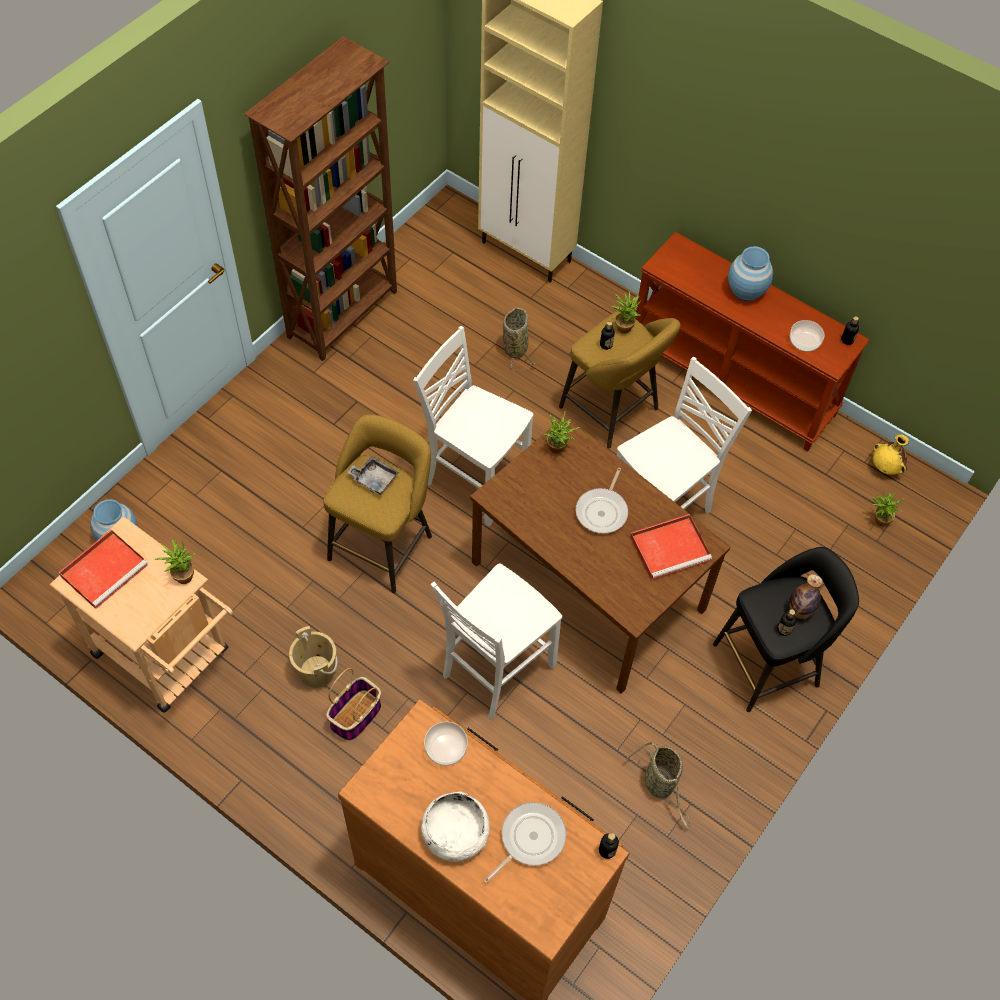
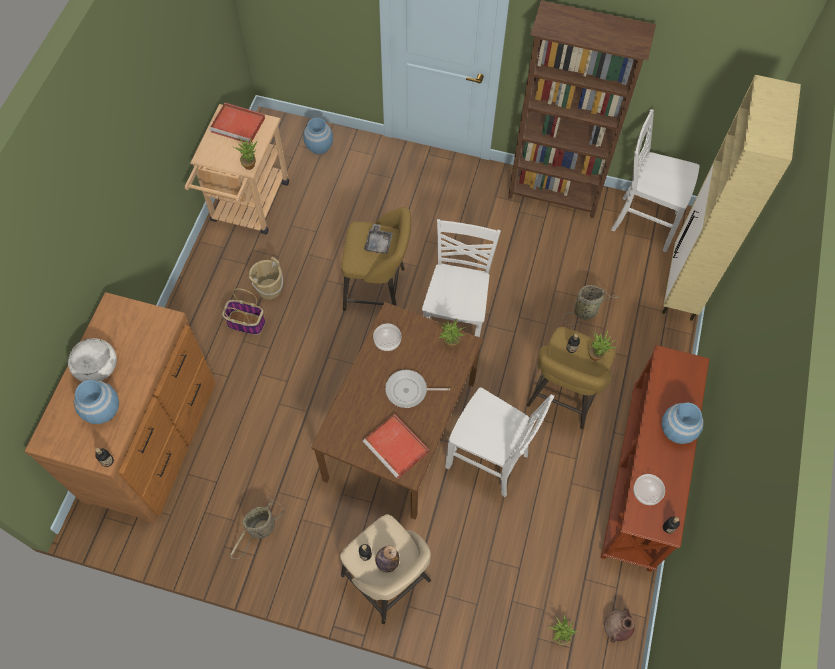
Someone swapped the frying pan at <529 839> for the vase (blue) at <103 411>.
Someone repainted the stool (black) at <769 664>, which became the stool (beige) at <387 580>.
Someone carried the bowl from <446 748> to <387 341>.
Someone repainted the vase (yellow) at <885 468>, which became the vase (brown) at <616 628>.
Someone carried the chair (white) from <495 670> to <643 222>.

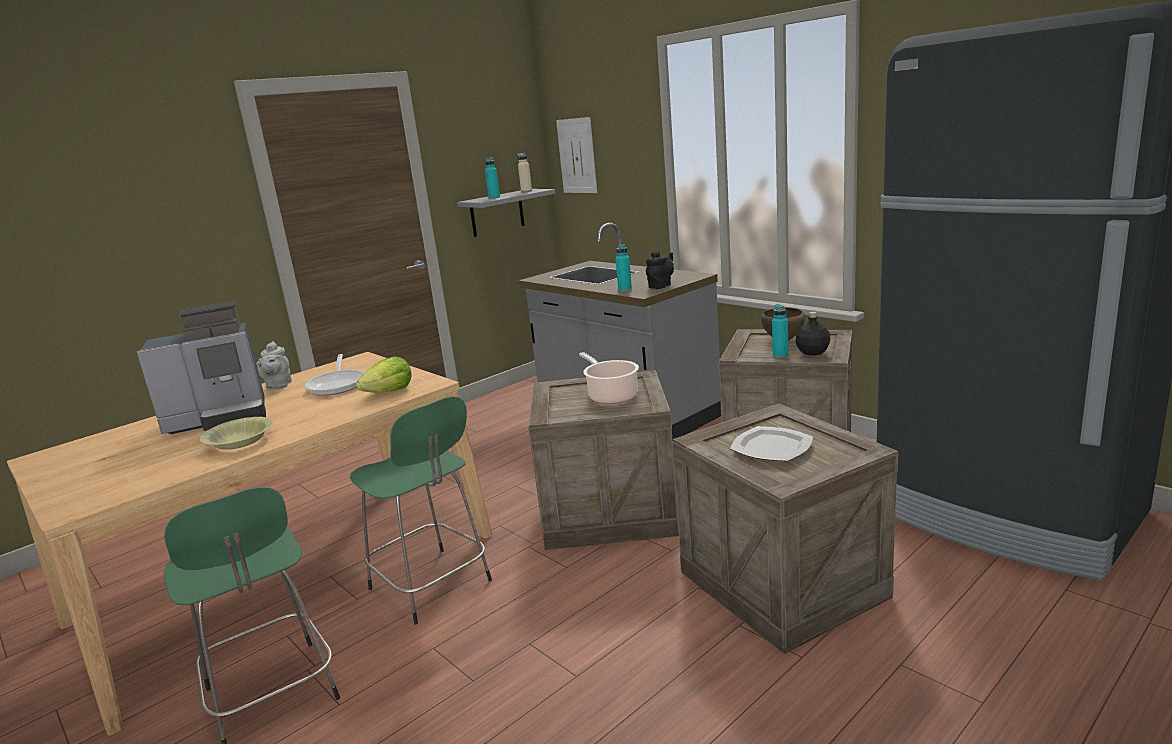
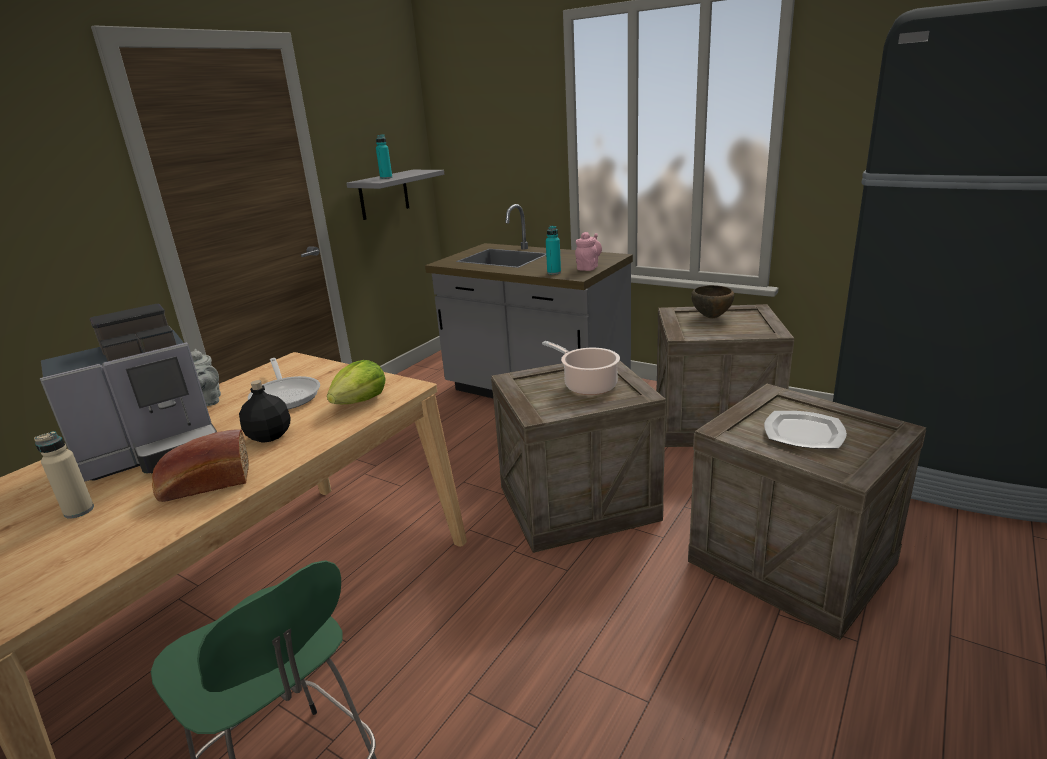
Someone carried the bottle (beige) from <526 191> to <79 511>.
Someone swapped the bowl (yellow) at <240 442> for the bread at <203 484>.
Someone carried the bottle (black) from <812 352> to <269 435>.
Someone repainted the teapot (black) at <661 286>, which became the teapot (pink) at <588 267>.
Someone took away the stool (green) at <432 586>.
Someone took away the picture at <577 156>.
Someone took away the bottle (turquoise) at <780 355>.

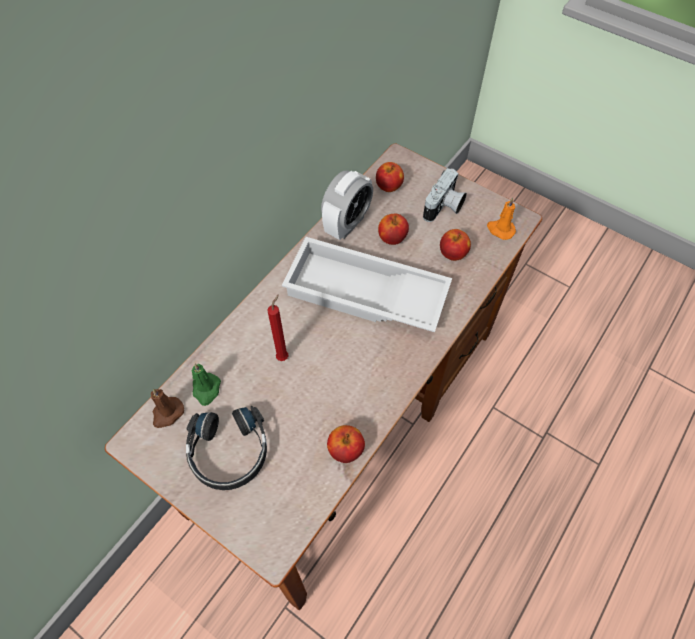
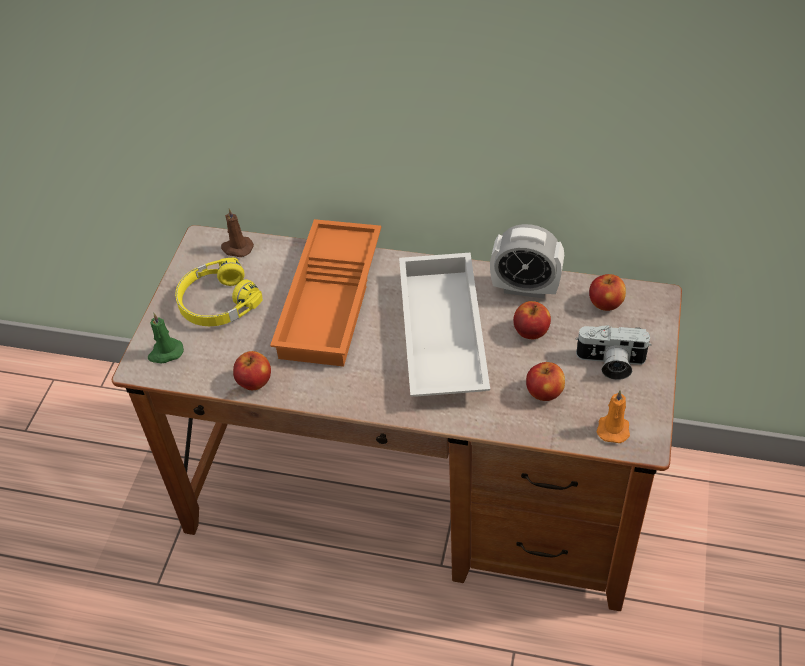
Someone carried the candle (green) from <206 390> to <165 353>.
Someone repainted the headphones (black) at <229 452>, which became the headphones (yellow) at <217 302>.
Someone swapped the candle (red) at <283 356> for the tray (orange) at <333 300>.

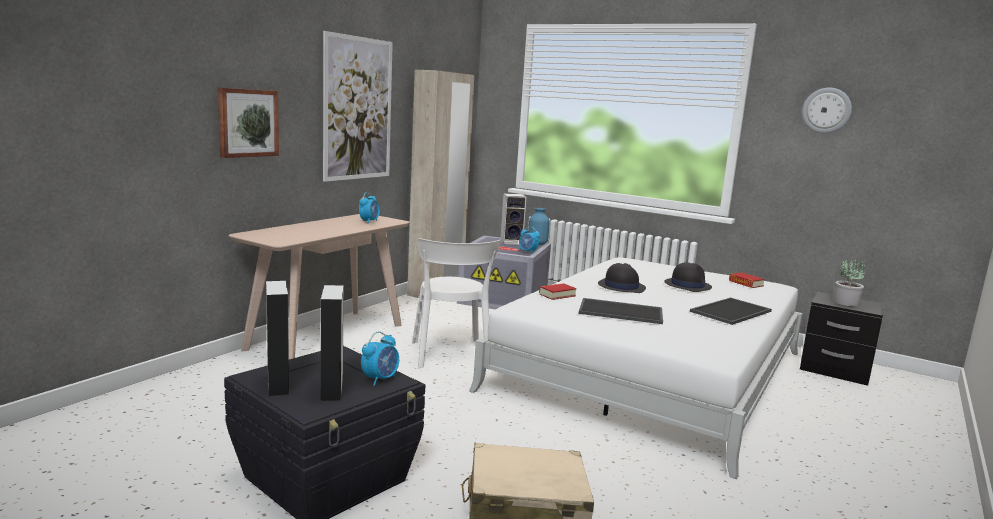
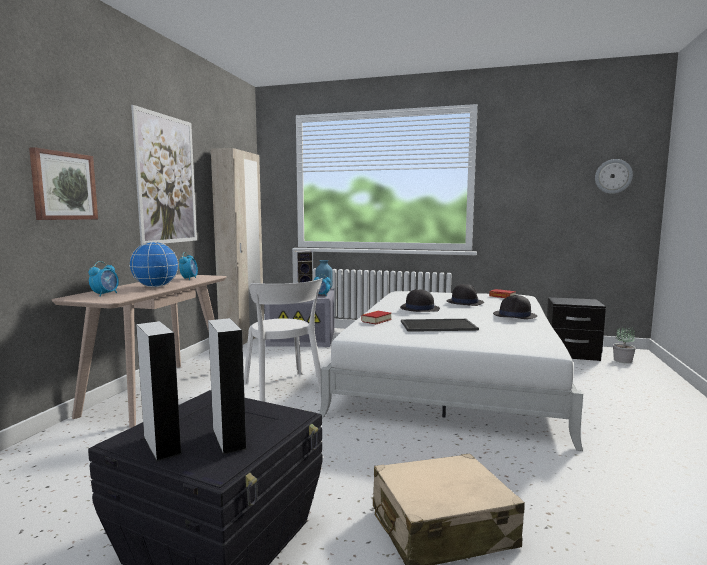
Someone carried the alarm clock from <380 379> to <105 294>.
Someone put down the globe at <155 287>.
Someone swapped the tray at <731 312> for the hat (black) at <514 316>.
Someone carried the wall clock from <826 110> to <613 176>.
Someone carried the potted plant from <846 303> to <623 360>.

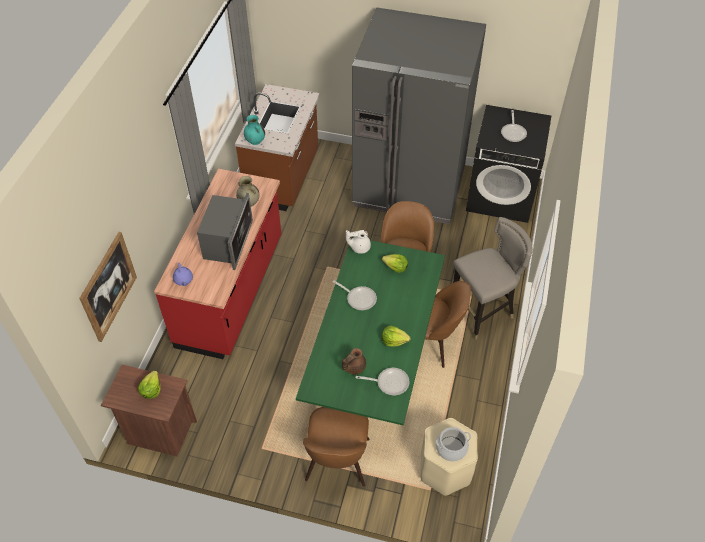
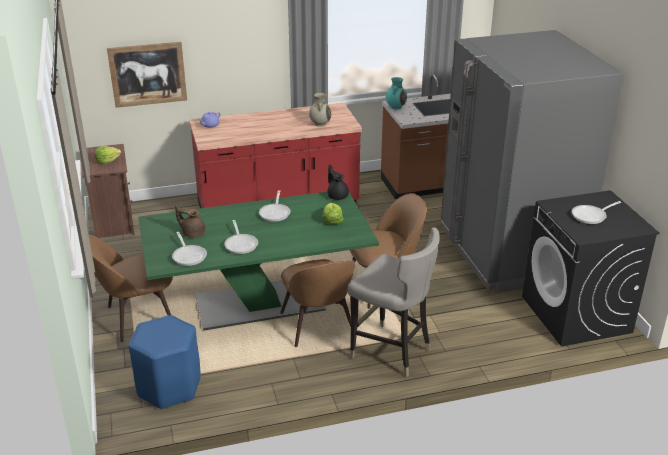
Someone repainted the stool (beige) at <445 469>, which became the stool (blue) at <169 387>.
Someone swapped the lettuce at <394 340> for the frying pan at <241 244>.
Someone repainted the teapot (white) at <359 247>, which became the teapot (black) at <337 195>.
Someone took away the microwave at <227 242>.
Someone took away the cooking pot at <451 448>.

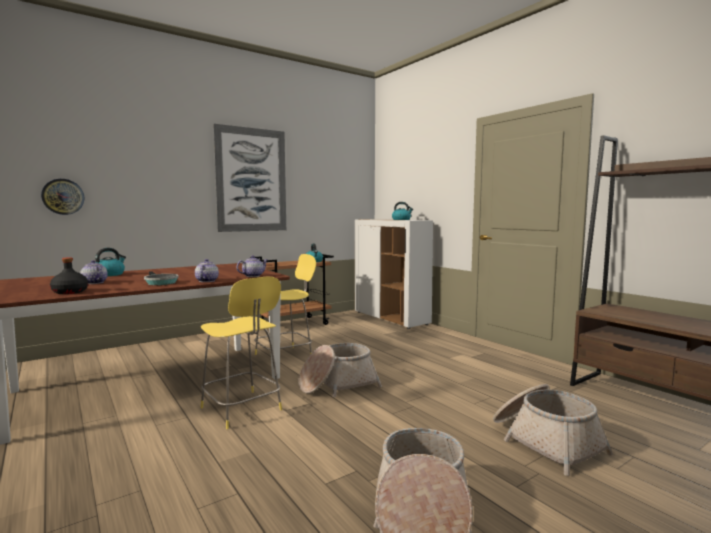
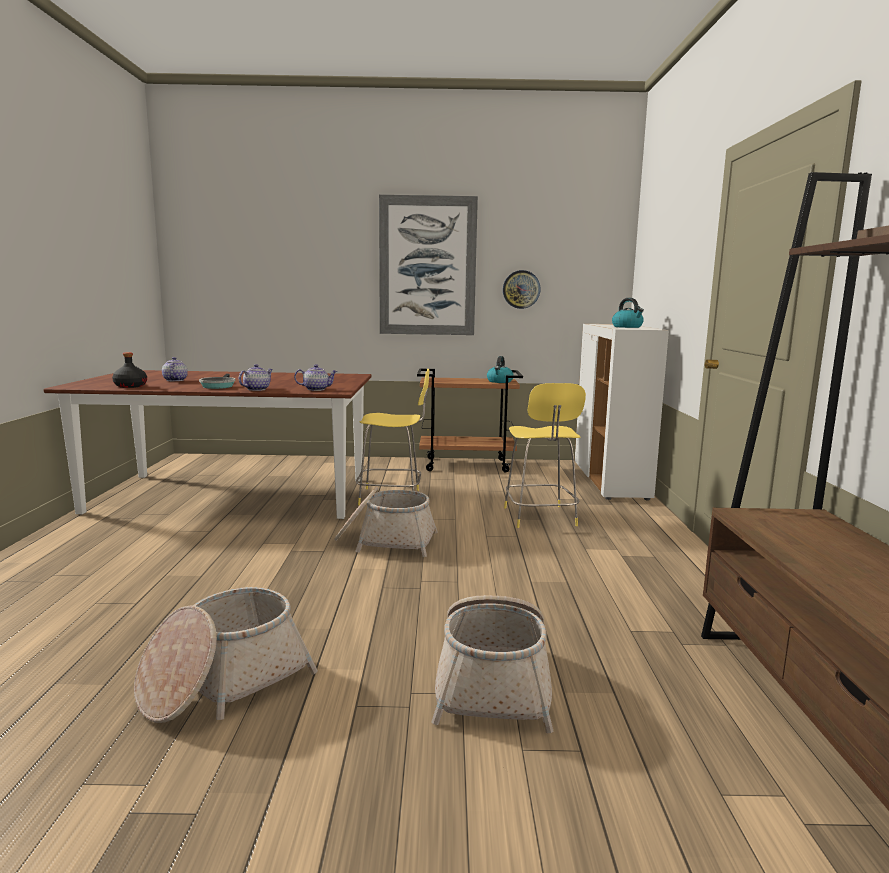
Someone carried the wall clock from <63 196> to <521 289>.
Someone carried the stool (yellow) from <242 410> to <540 517>.
Someone took away the kettle at <109 274>.

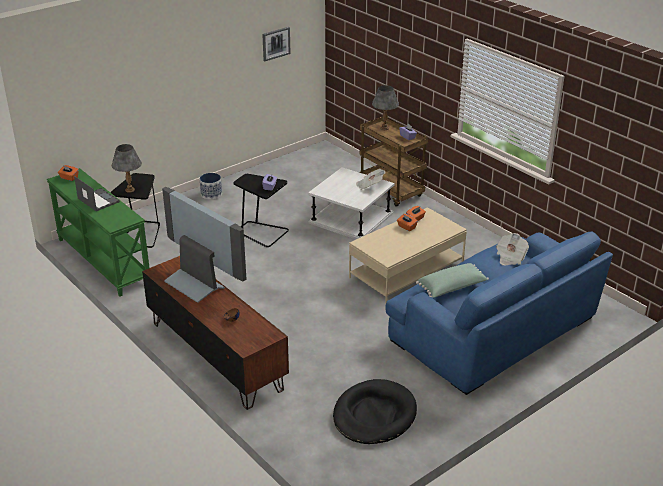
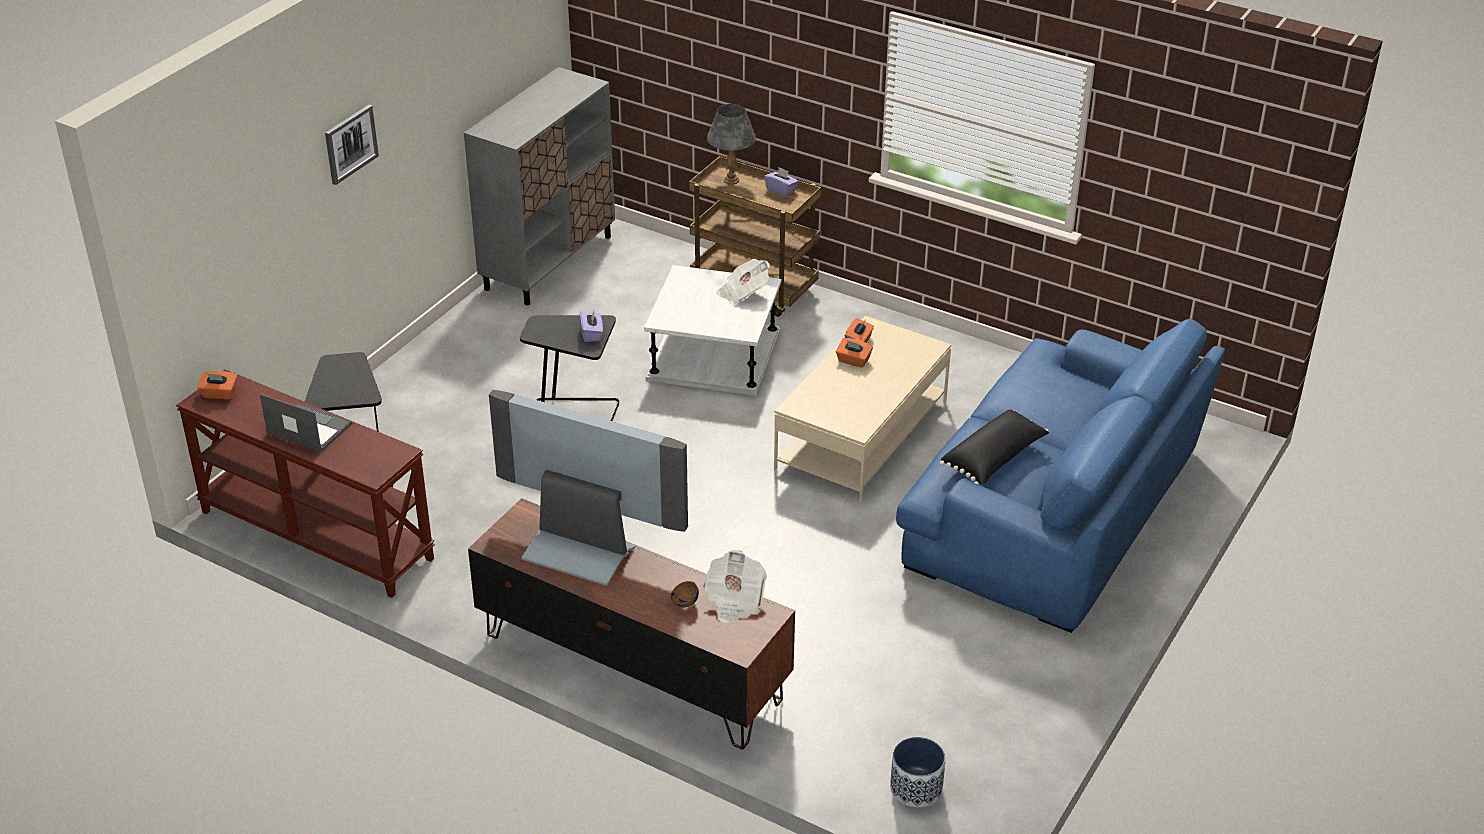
Someone repainted the console table (green) at <102 261>, which became the console table (brown) at <314 536>.
Someone carried the picture from <276 43> to <350 144>.
Someone put down the cabinet (grey) at <549 262>.
Someone carried the newspaper from <510 257> to <734 600>.
Someone carried the planter from <211 194> to <915 788>.
Someone repainted the pillow (green) at <452 288>, which became the pillow (black) at <994 459>.
Someone took away the table lamp (grey) at <130 190>.
Someone took away the dog bed (black) at <374 415>.

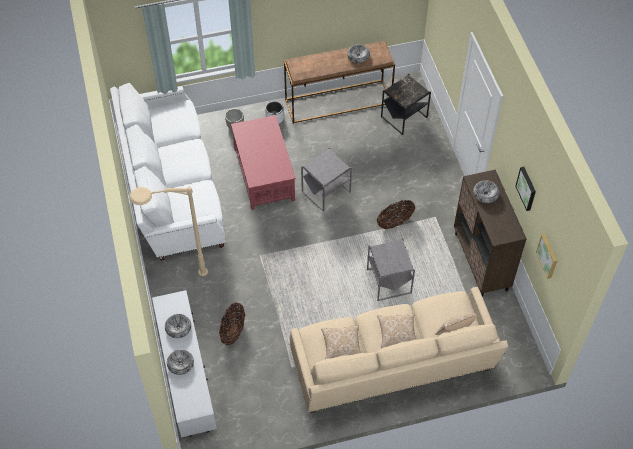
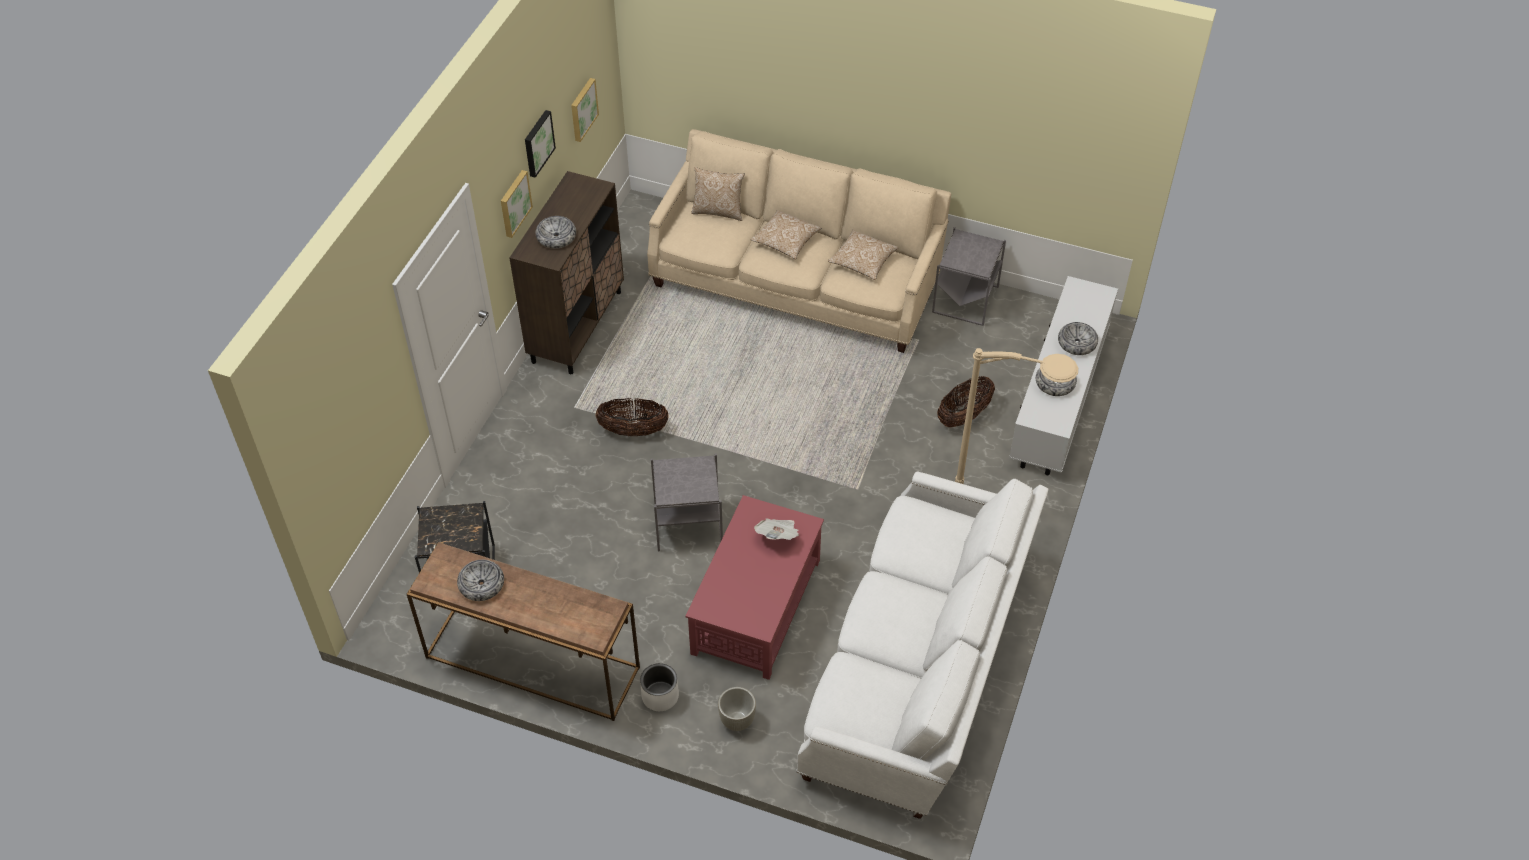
Someone put up the picture at <514 203>.
Someone put down the newspaper at <778 536>.
Someone carried the side table (grey) from <388 281> to <966 299>.

